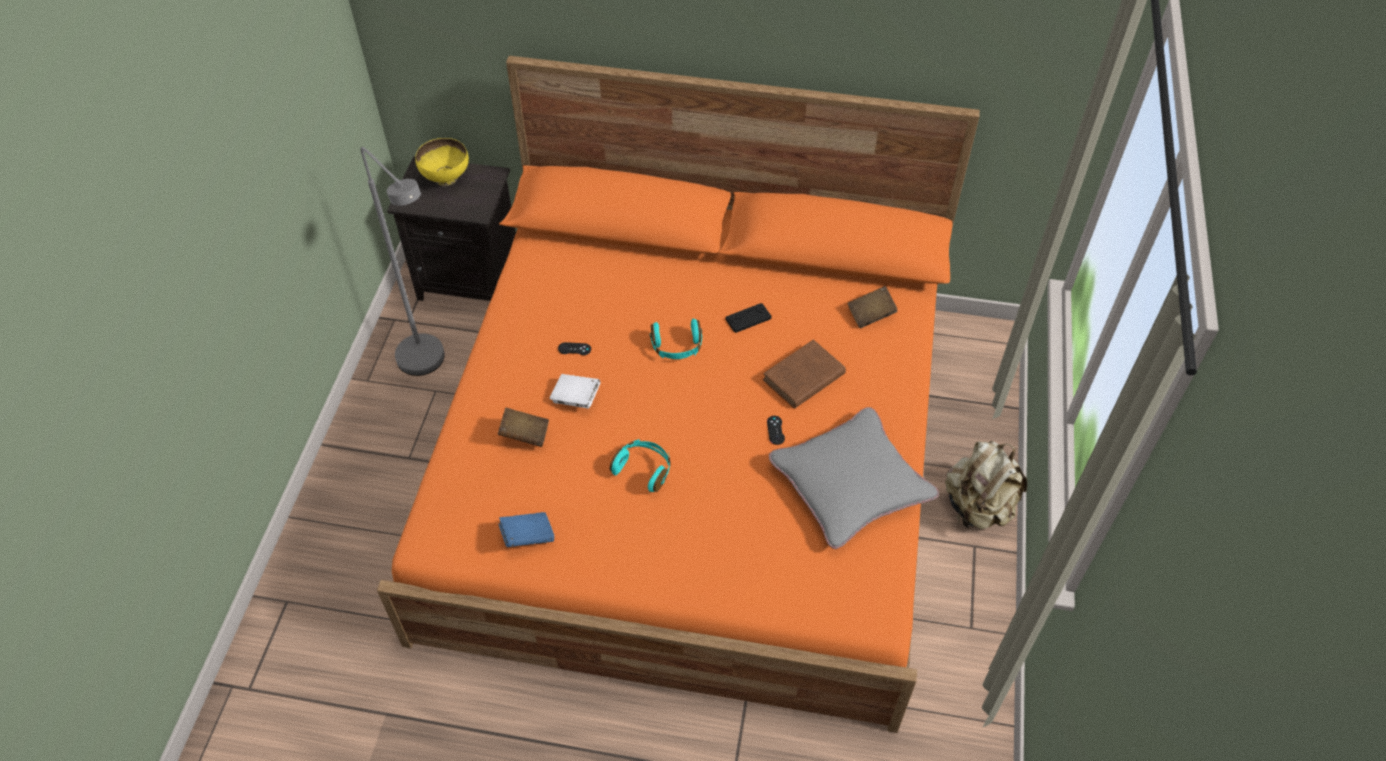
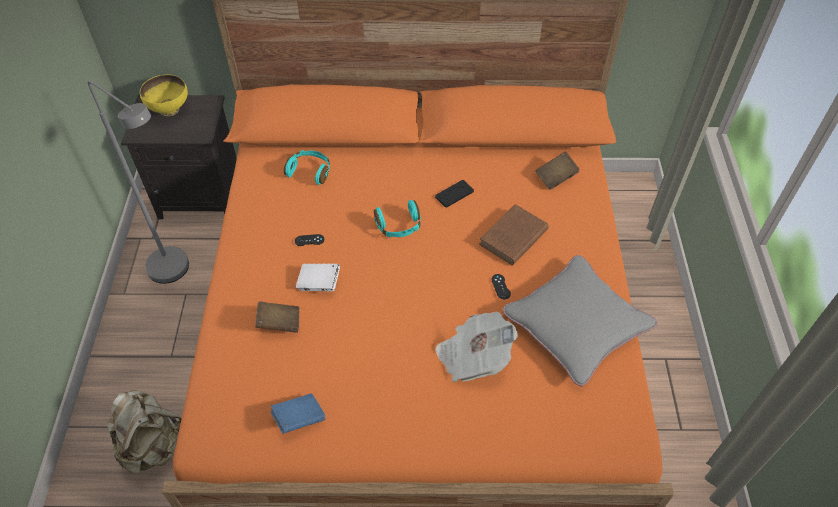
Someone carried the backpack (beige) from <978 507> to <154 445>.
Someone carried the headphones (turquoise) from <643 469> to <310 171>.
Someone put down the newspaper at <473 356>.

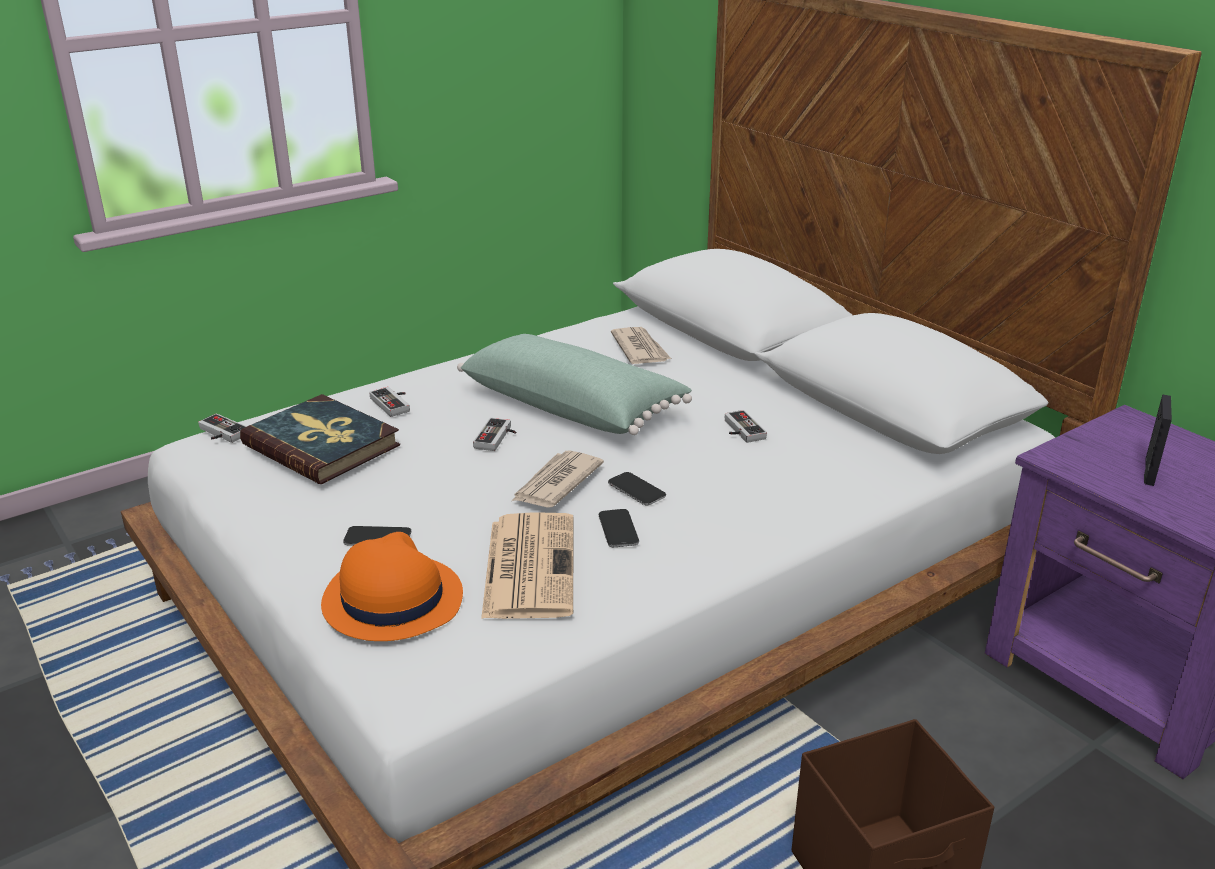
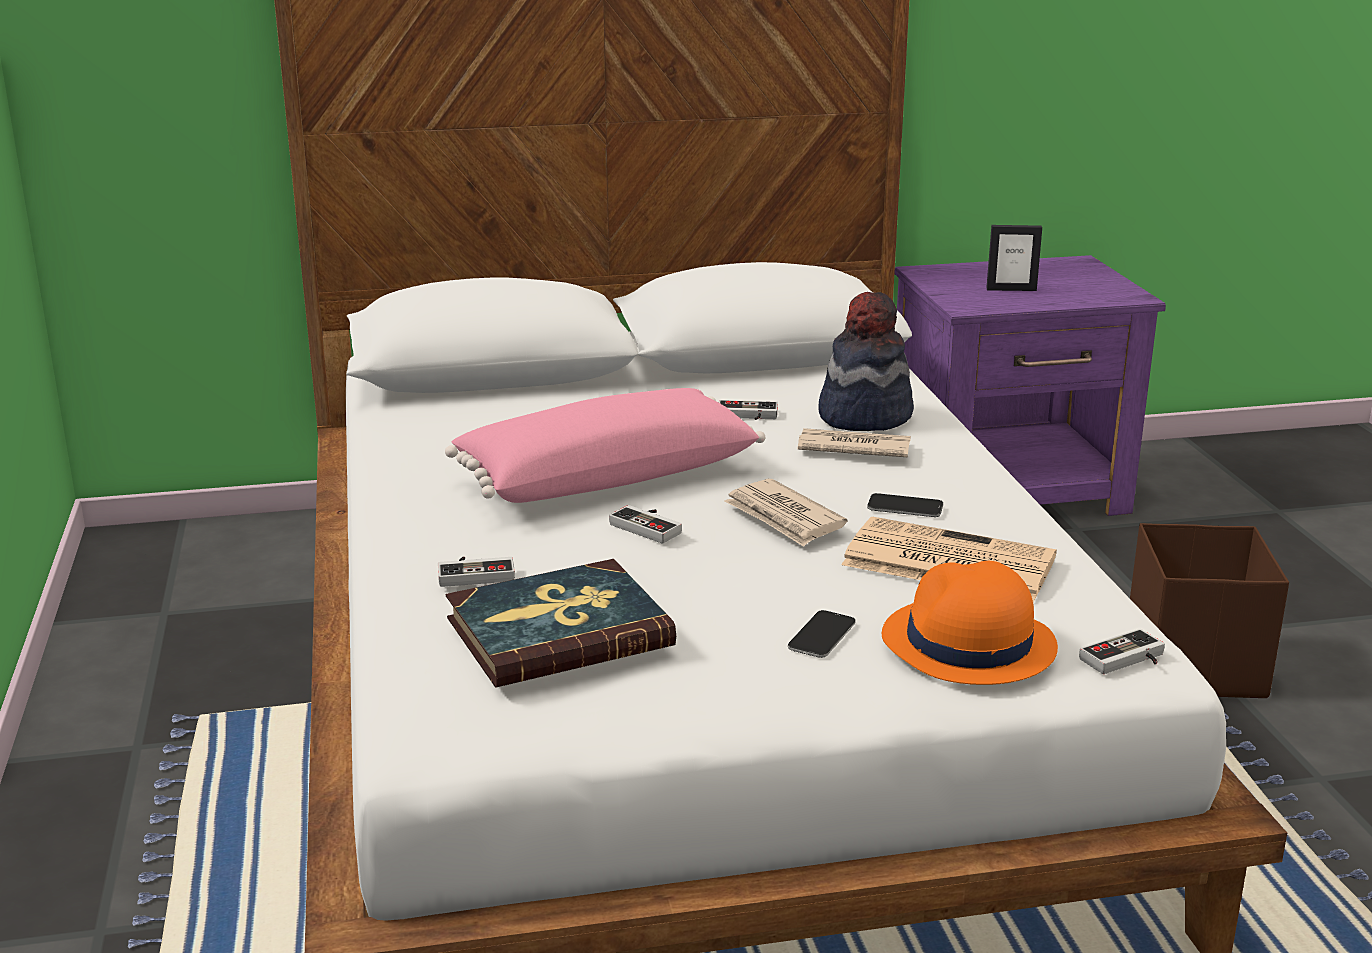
Someone repainted the pillow (green) at <573 406>, which became the pillow (pink) at <605 477>.
Someone carried the newspaper from <640 349> to <852 448>.
Someone put down the hat at <864 415>.
Someone rotated the picture frame at <1148 471> by 135 degrees clockwise.
Someone carried the game controller from <220 433> to <1127 660>.
Someone took away the phone at <636 490>.

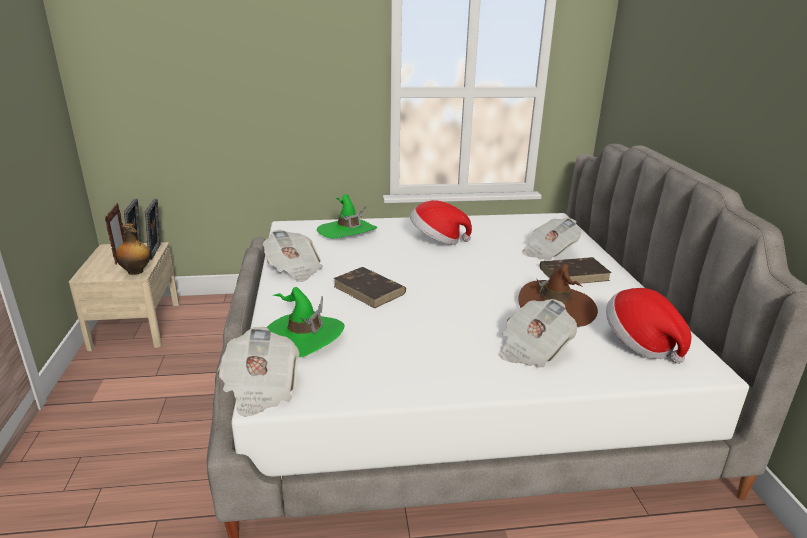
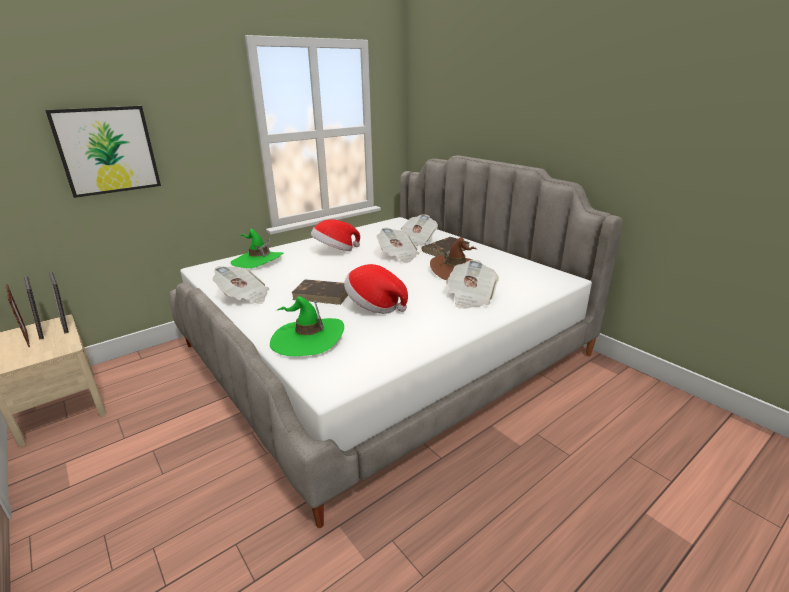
Someone put up the picture at <107 150>.
Someone carried the hat from <640 343> to <374 306>.
Someone carried the newspaper from <260 389> to <398 256>.
Someone took away the bottle at <136 271>.

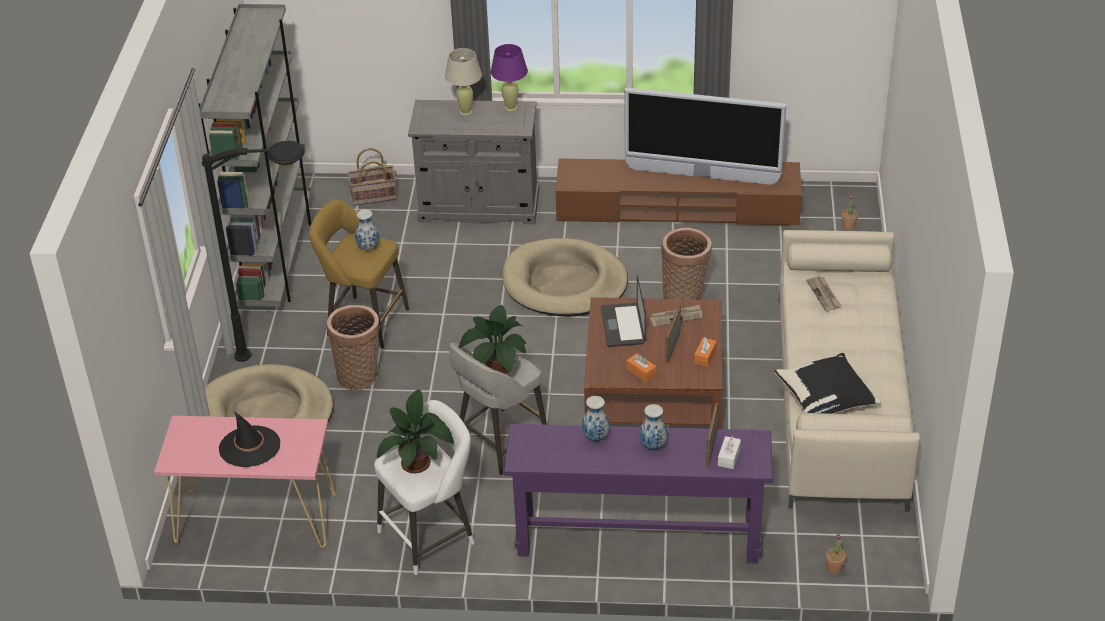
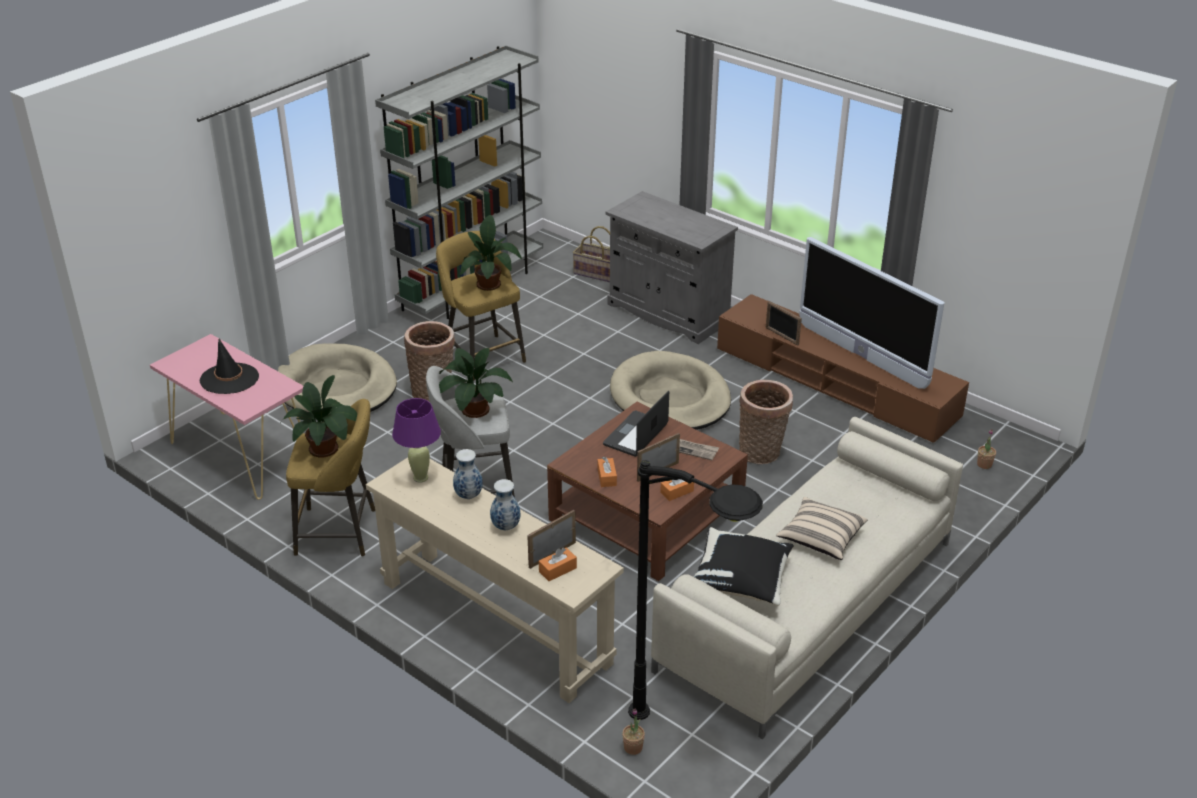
Someone repainted the stool (white) at <431 535>, which became the stool (yellow) at <341 532>.
Someone repainted the console table (purple) at <638 536>, which became the console table (beige) at <495 622>.
Someone carried the table lamp (purple) from <511 108> to <421 477>.
Someone swapped the vase at <368 247> for the potted plant at <490 283>.
Someone repainted the tissue box (white) at <729 457>, which became the tissue box (orange) at <557 570>.
Someone carried the floor lamp (black) from <295 357> to <693 746>.
Someone put down the picture frame at <781 336>.
Someone put down the pillow (beige) at <821 538>.
Someone took away the table lamp (beige) at <466 112>.
Someone took away the newspaper at <824 294>.

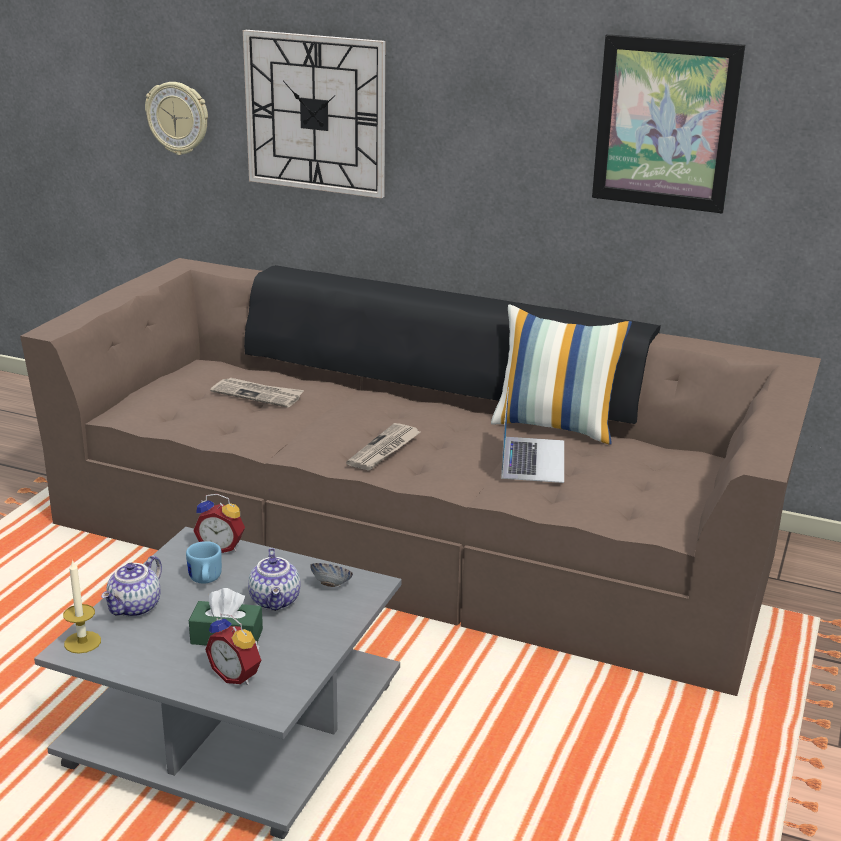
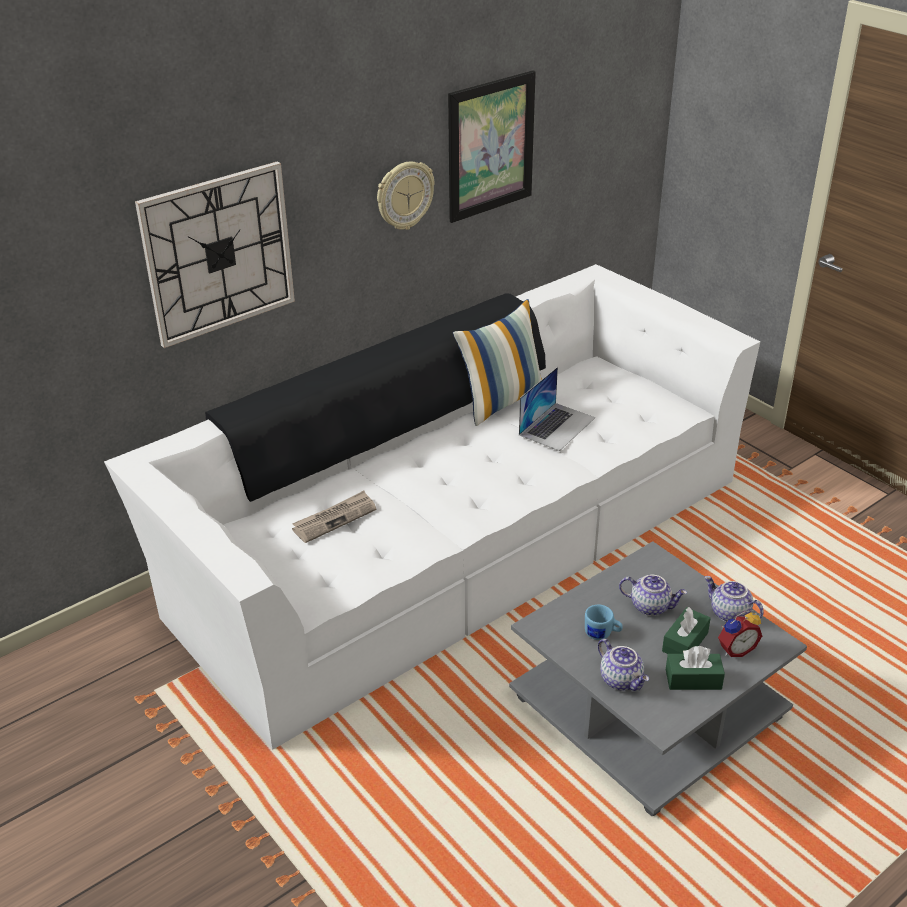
Someone repainted the sofa (brown) at <418 529>, which became the sofa (white) at <455 536>.
Someone carried the wall clock from <178 118> to <404 195>.
Someone rotated the laptop at <533 459> by 90 degrees clockwise.
Someone put down the tissue box (green) at <693 679>.
Someone put down the teapot at <729 614>.
Someone took away the candle at <82 642>.
Someone took away the alarm clock at <221 547>.
Someone took away the bowl at <331 585>.
Someone took away the newspaper at <384 450>.

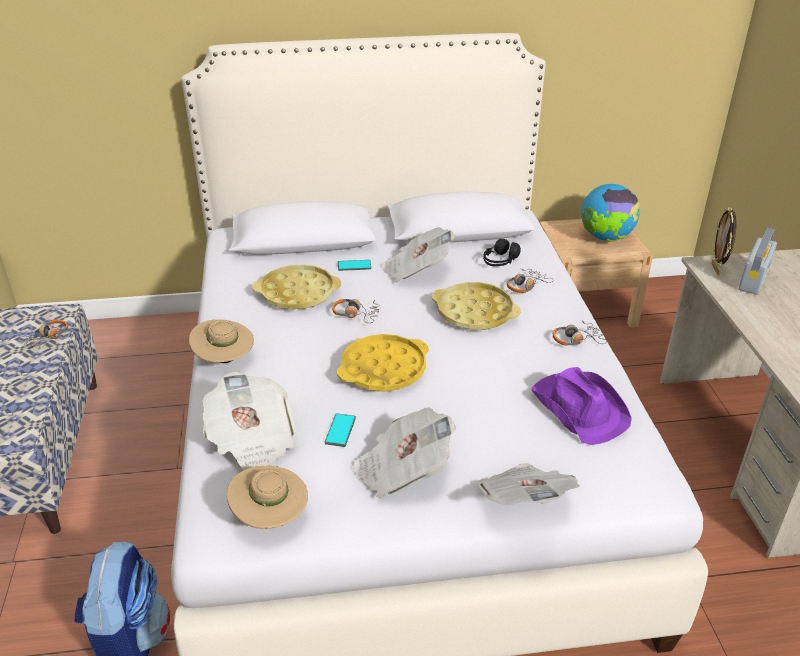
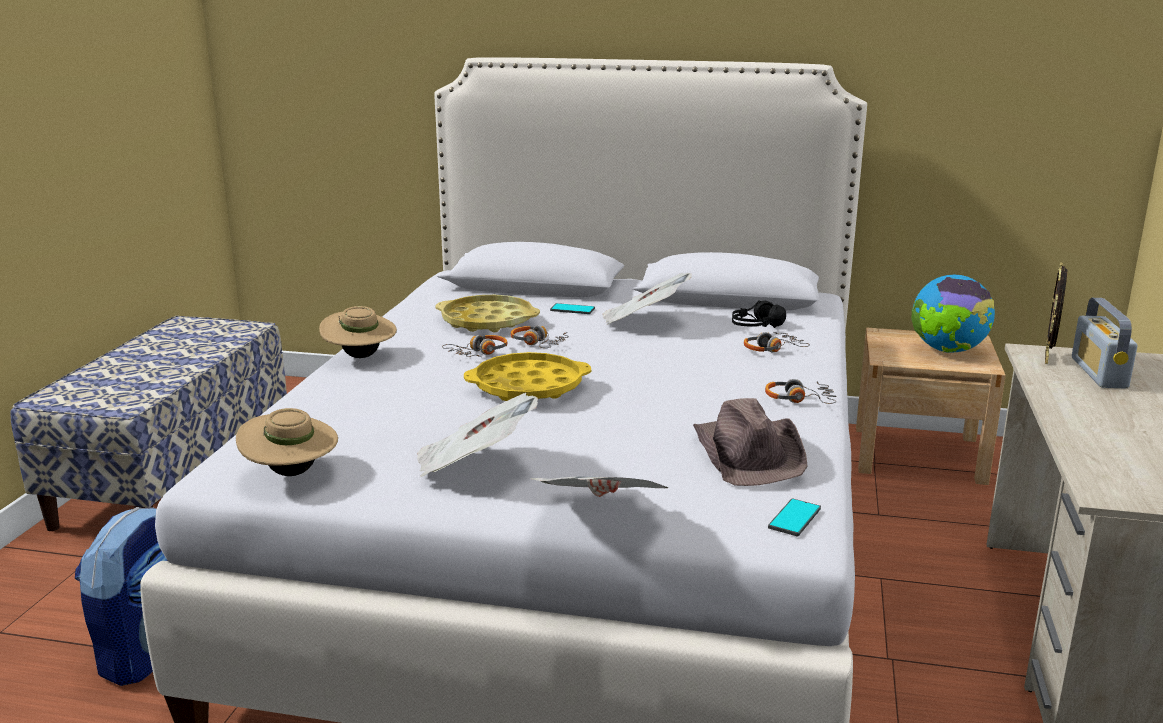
Someone carried the headphones from <47 338> to <478 353>.
Someone repainted the hat (purple) at <579 407>, which became the hat (brown) at <749 454>.
Someone carried the phone from <340 430> to <794 518>.
Someone rotated the radio at <753 279> by 135 degrees clockwise.
Someone took away the newspaper at <252 441>.
Someone took away the tray (yellow) at <474 312>.

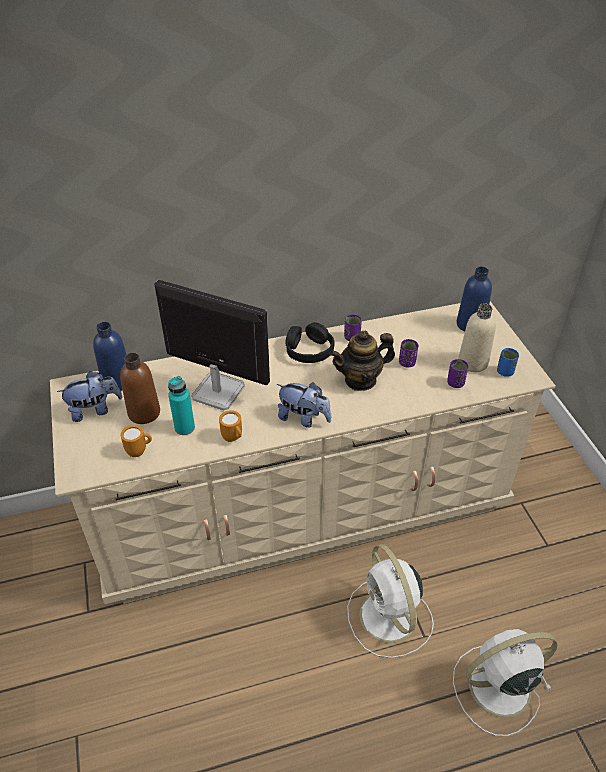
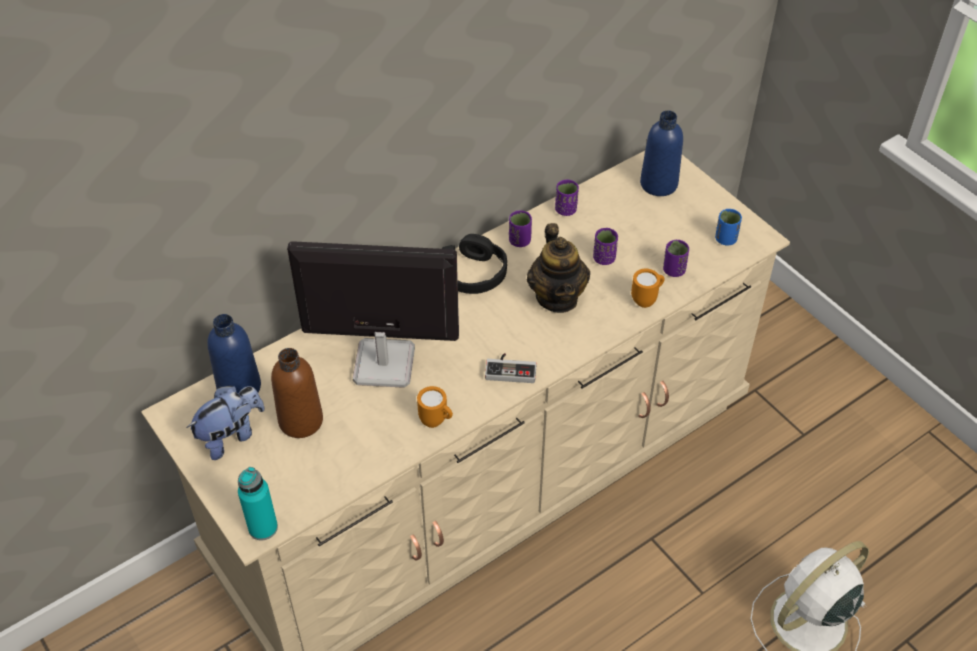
Someone carried the bottle (turquoise) from <184 428> to <263 528>.
Someone swapped the plush toy at <303 418> for the game controller at <511 369>.
Someone rotated the teapot at <360 380> by 60 degrees counterclockwise.
Someone put down the cup (purple) at <565 210>.
Someone carried the mug (orange) from <140 451> to <646 299>.
Someone took away the fan (white) at <389 618>.
Someone took away the bottle (beige) at <473 362>.

